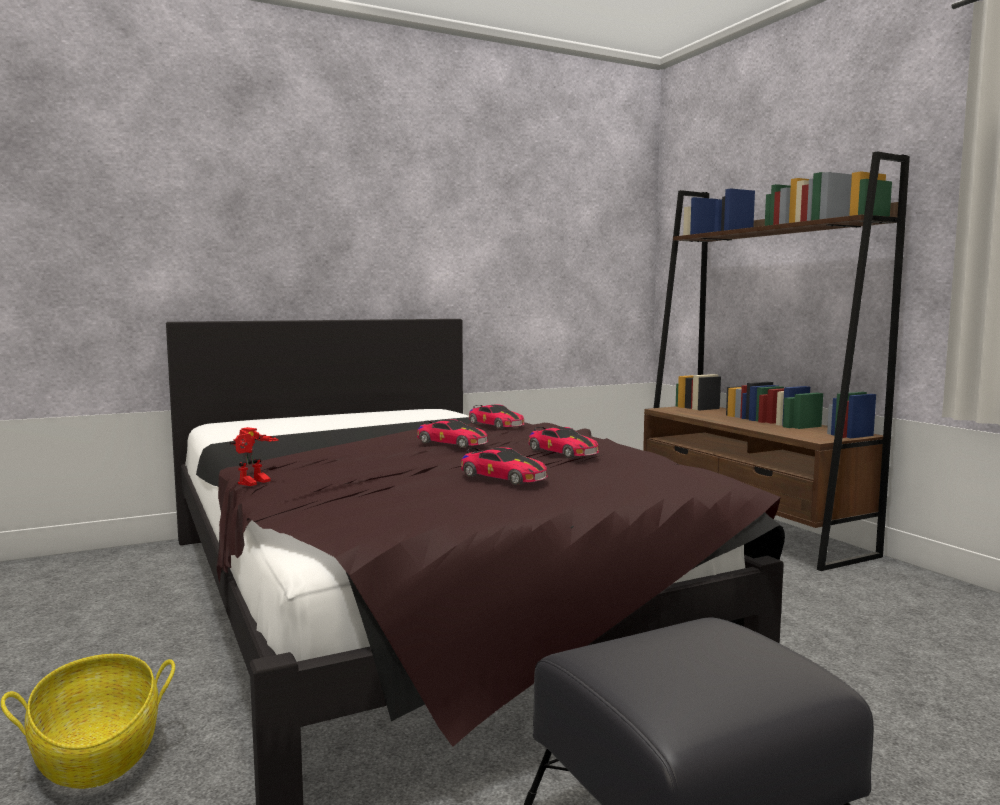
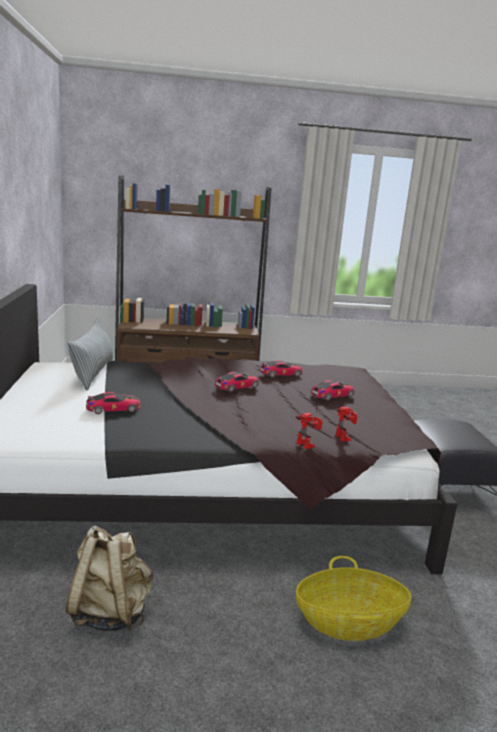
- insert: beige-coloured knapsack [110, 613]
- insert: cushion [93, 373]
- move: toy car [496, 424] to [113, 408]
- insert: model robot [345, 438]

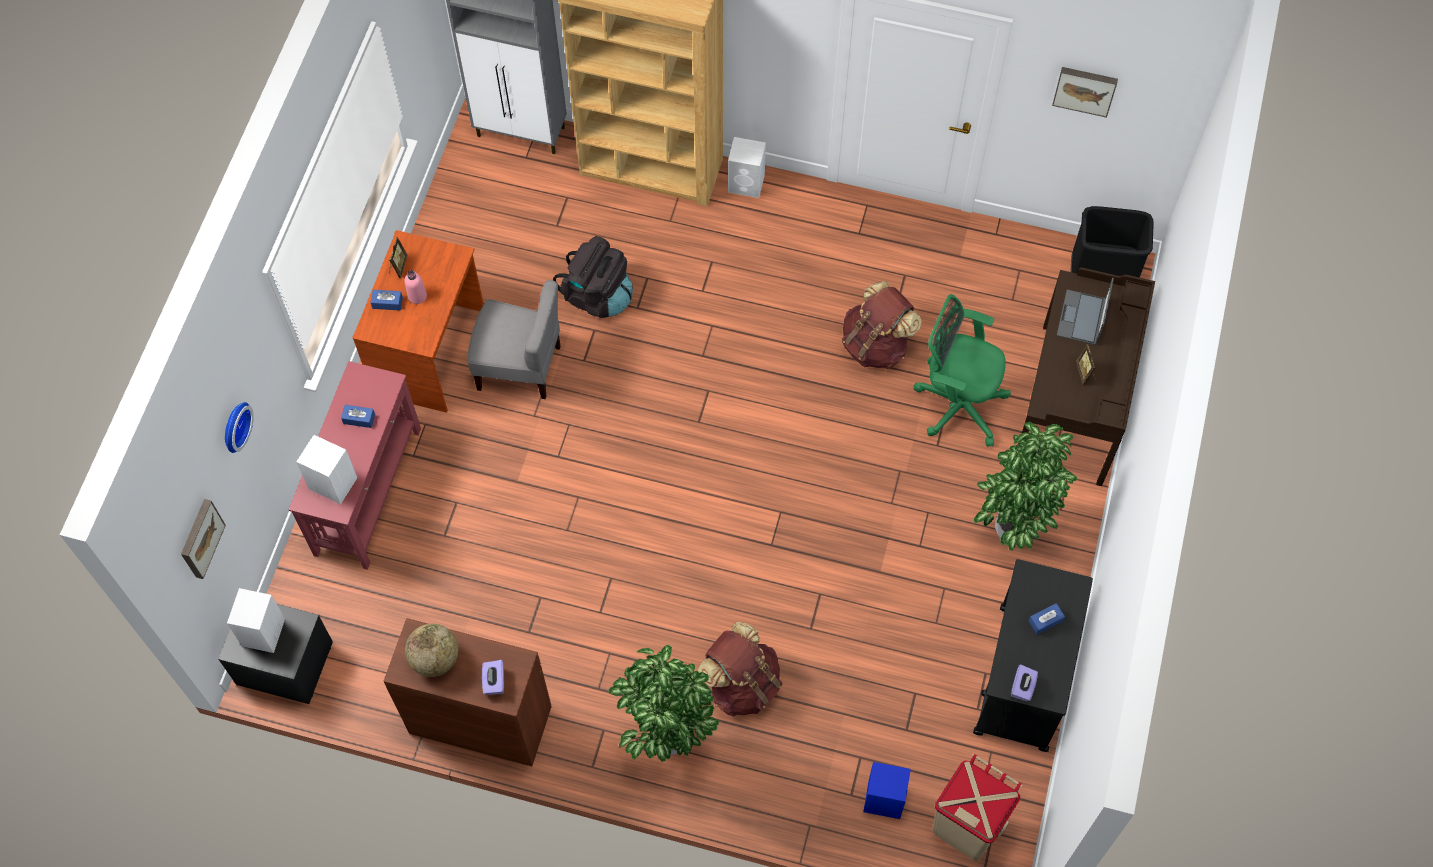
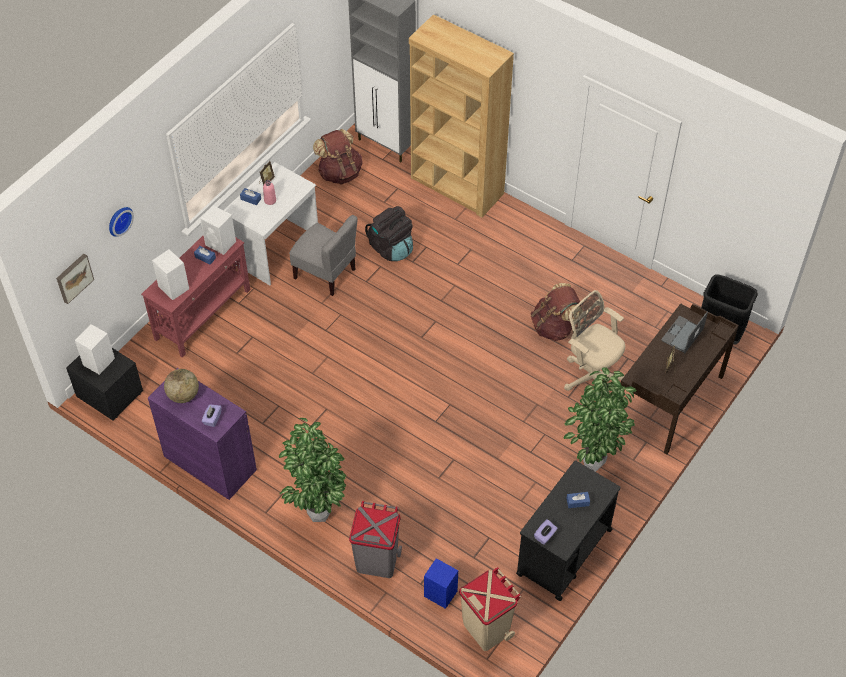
- recolor: brown-coloured storage cabinet [480, 720] to purplish storage cabinet [210, 463]
- move: white audio speaker [747, 183] to [221, 243]
- recolor: brown-coloured desk unit [431, 352] to white desk unit [275, 249]
- move: brown-coloured knapsack [742, 684] to [339, 173]
- insert: greyish trash can [377, 561]
- recolor: greenish office chair [956, 404] to beige-coloured office chair [591, 376]
- delete: picture [1085, 89]

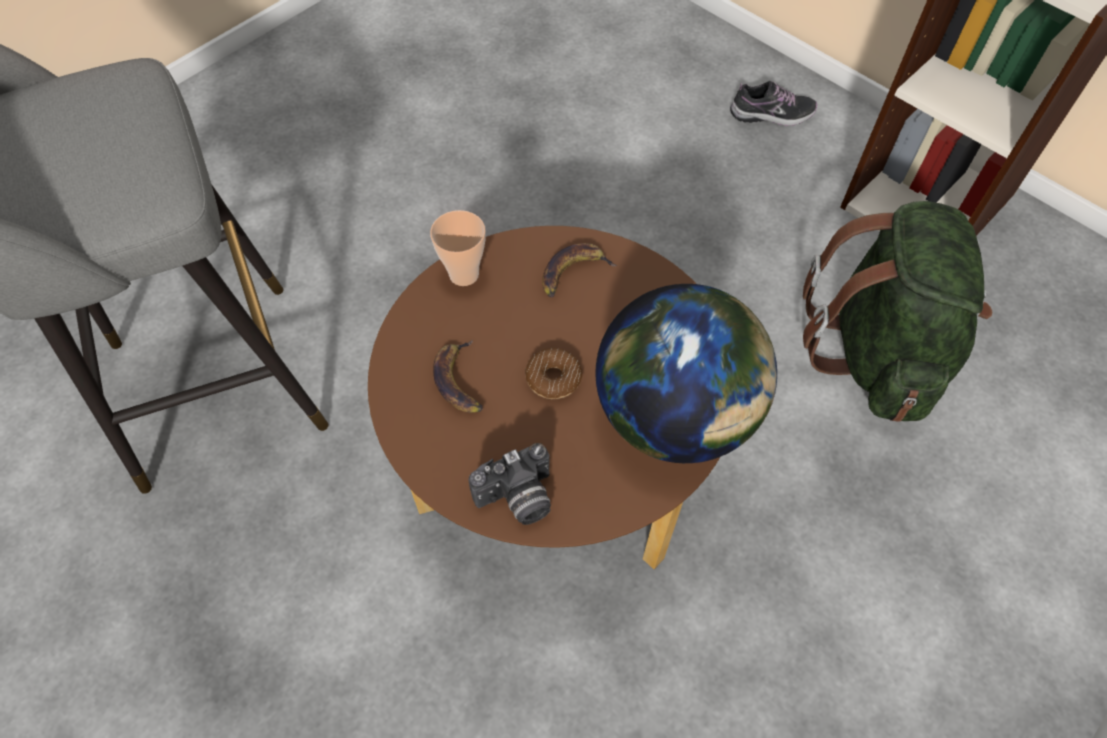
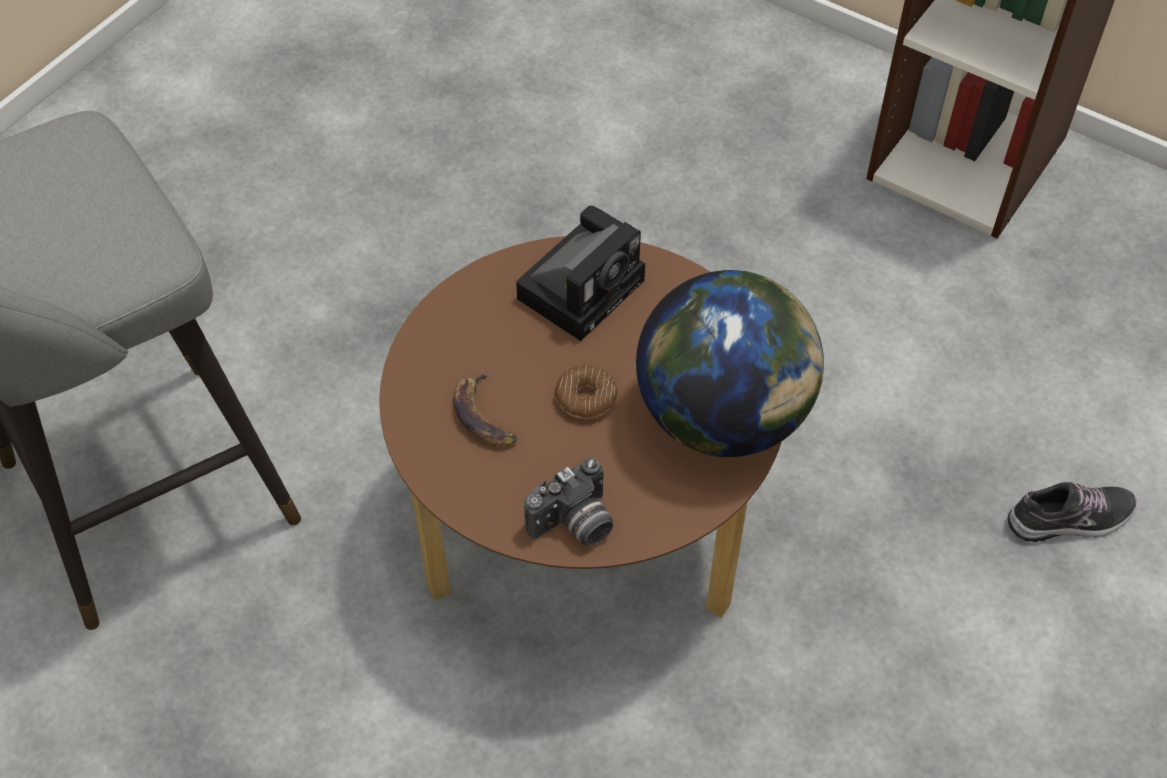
- replace: banana [573, 273] to still camera [583, 286]
- move: item of footwear [771, 114] to [1069, 519]
- delete: small cup [464, 274]
- delete: greenish knapsack [876, 352]

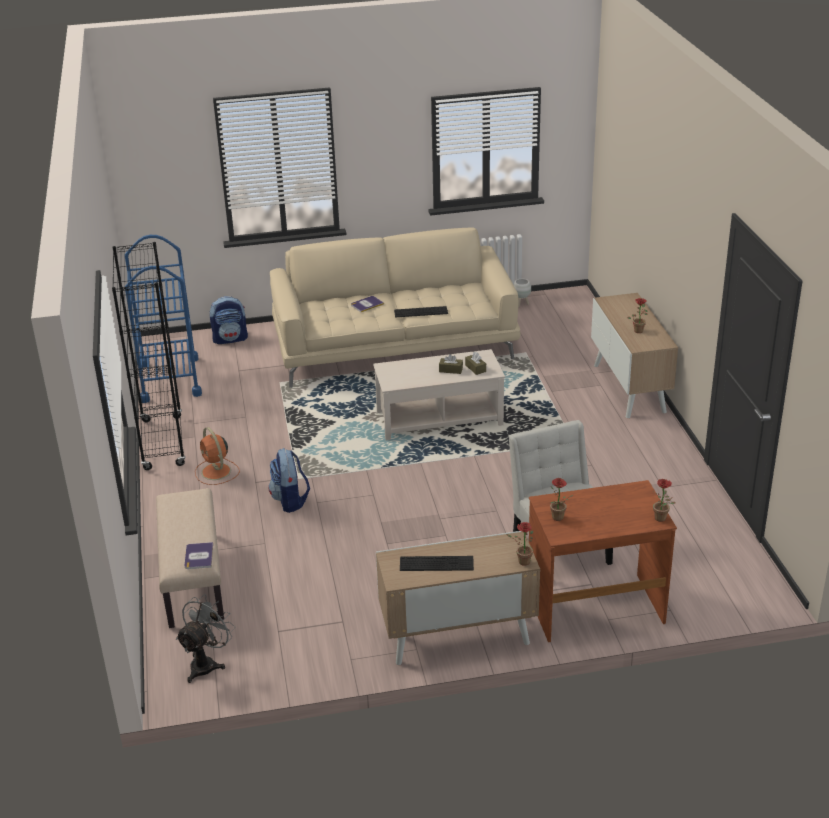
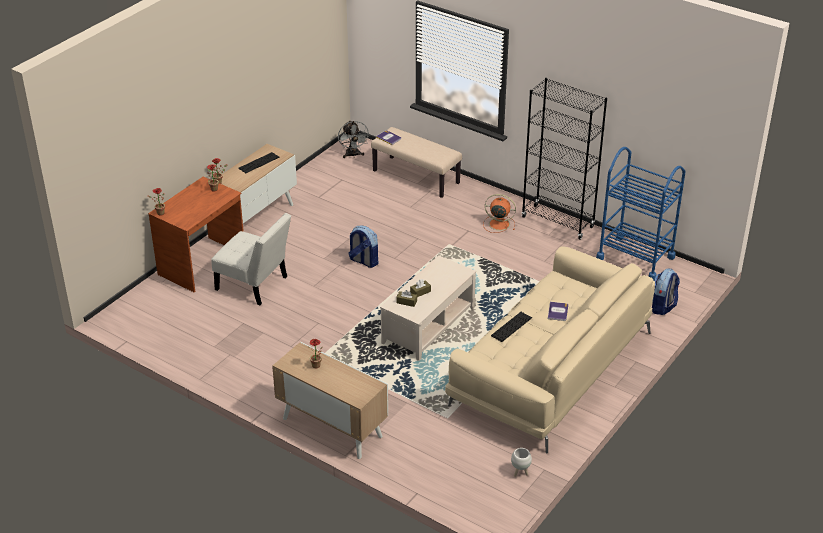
- move: knapsack [290, 501] to [363, 261]

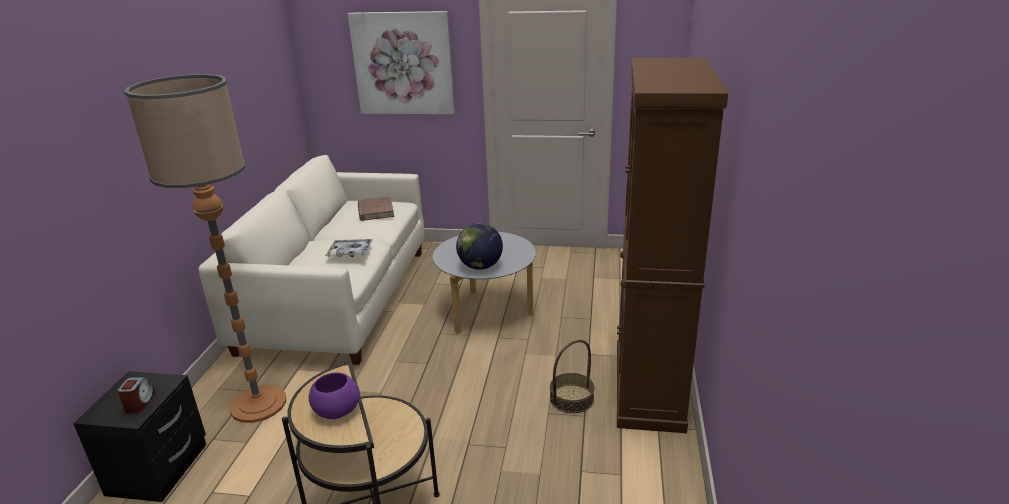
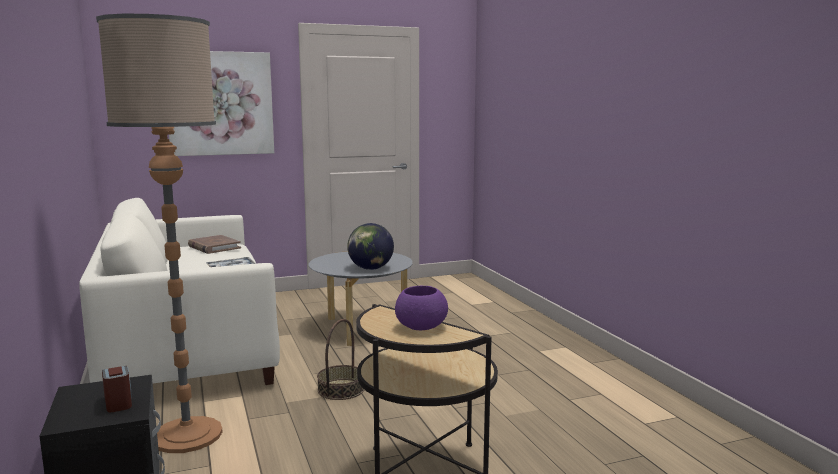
- move: household basket [571, 398] to [341, 389]
- delete: brown-coloured storage cabinet [648, 387]

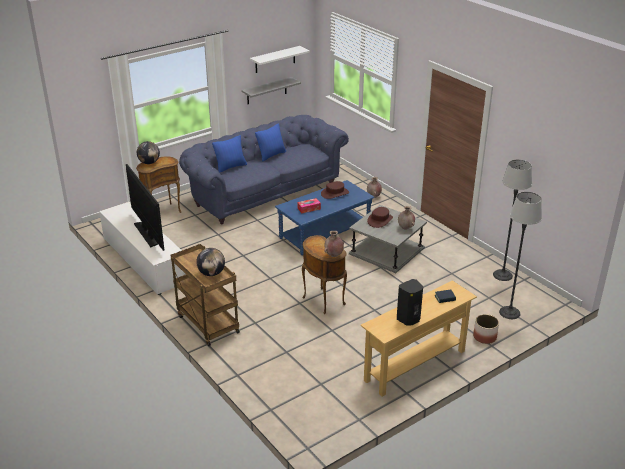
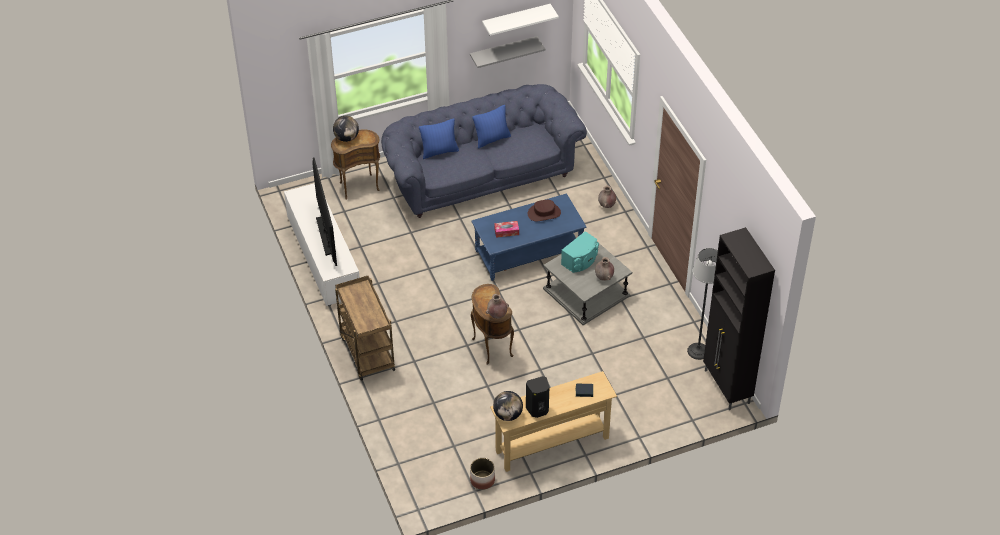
- move: flower pot [484, 337] to [482, 480]
- move: globe [211, 273] to [508, 415]
- replace: brown-coloured clothing hat [380, 220] to turquoise-coloured audio speaker [581, 260]
- insert: black-coloured storage cabinet [727, 387]
- delete: standing lamp [509, 312]

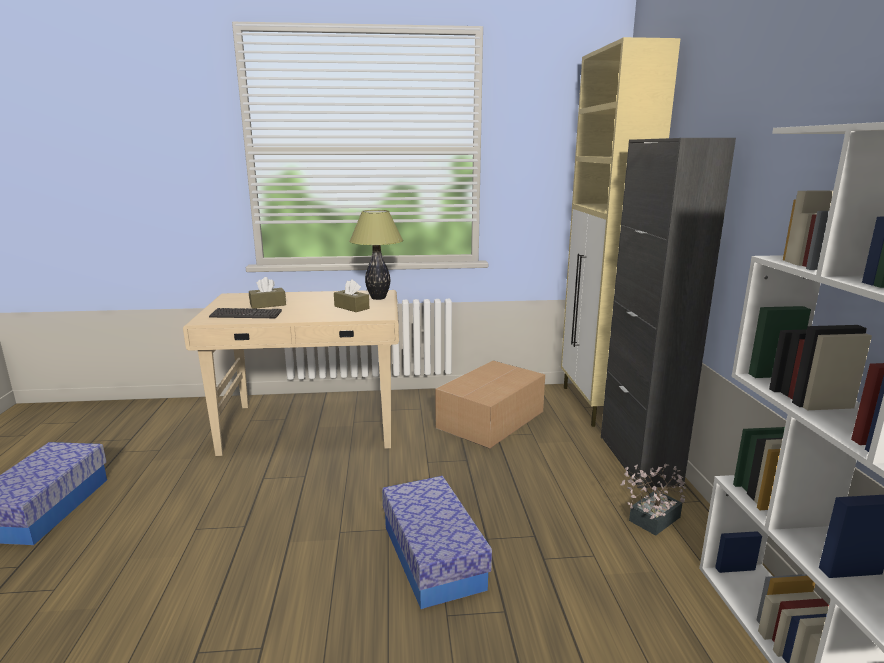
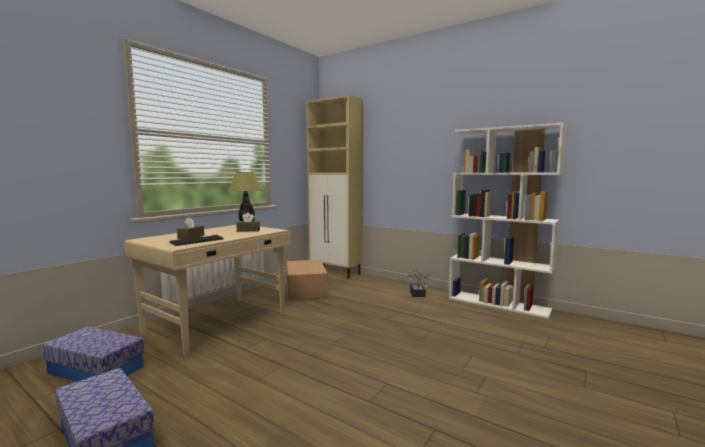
- move: storage container [432, 556] to [96, 370]
- delete: black-coloured storage cabinet [638, 459]

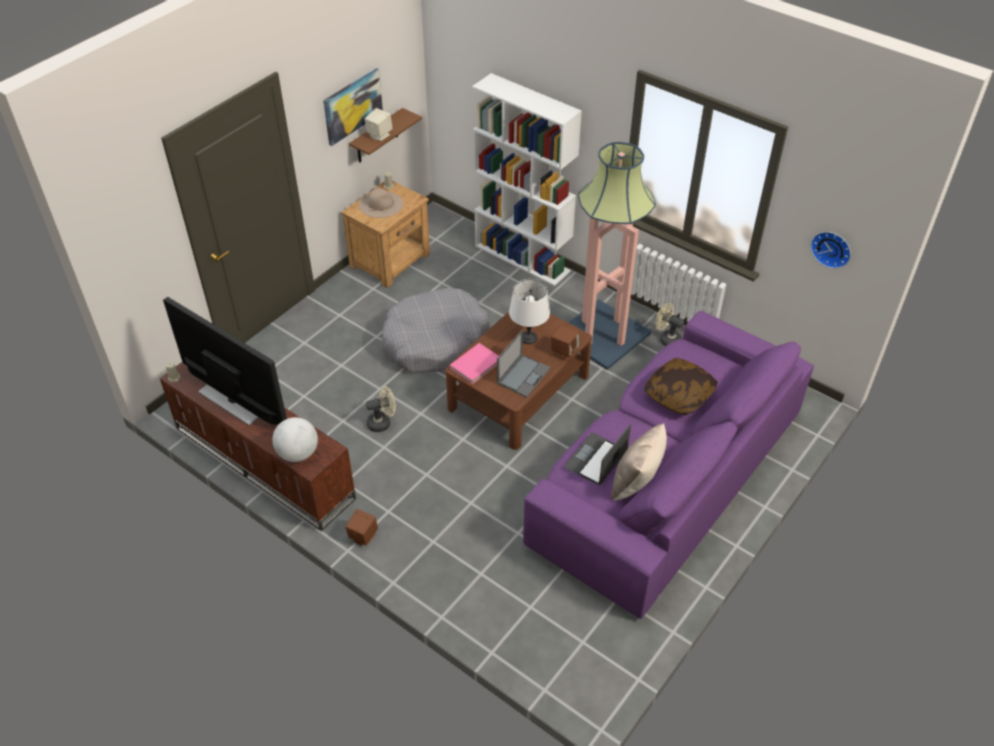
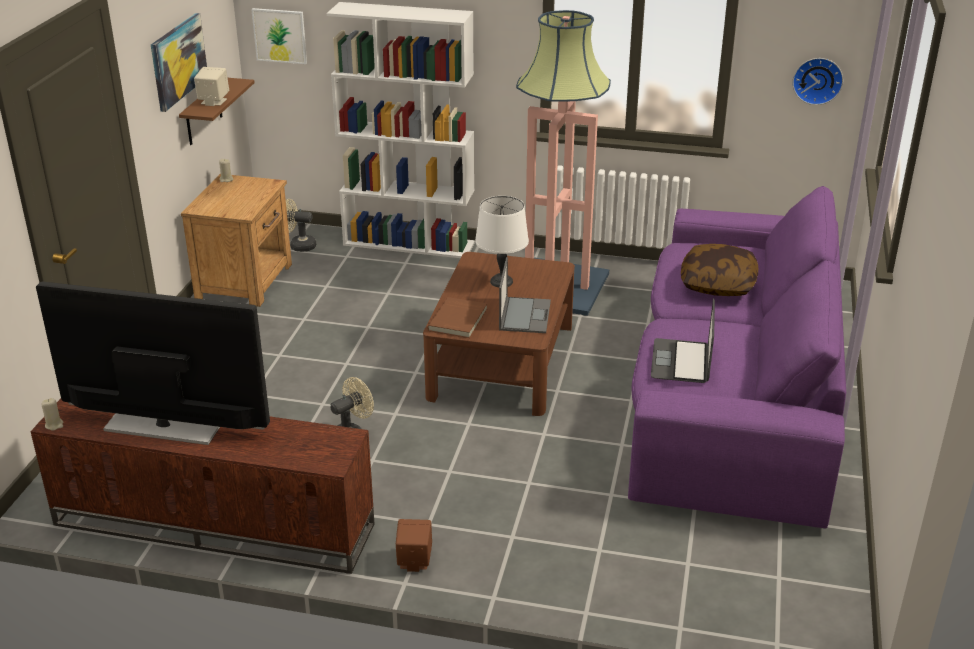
- insert: picture [280, 35]
- move: beige-coloured electric fan [667, 339] to [298, 246]
- recolor: pink-coloured bound book [476, 365] to brown-coloured bound book [459, 320]
- delete: globe [298, 453]
- delete: beige-coloured clothing hat [381, 204]
- delete: greyish dog bed [435, 341]
- delete: brown-coloured audio speaker [564, 351]
- delete: beige-coloured cushion [636, 482]

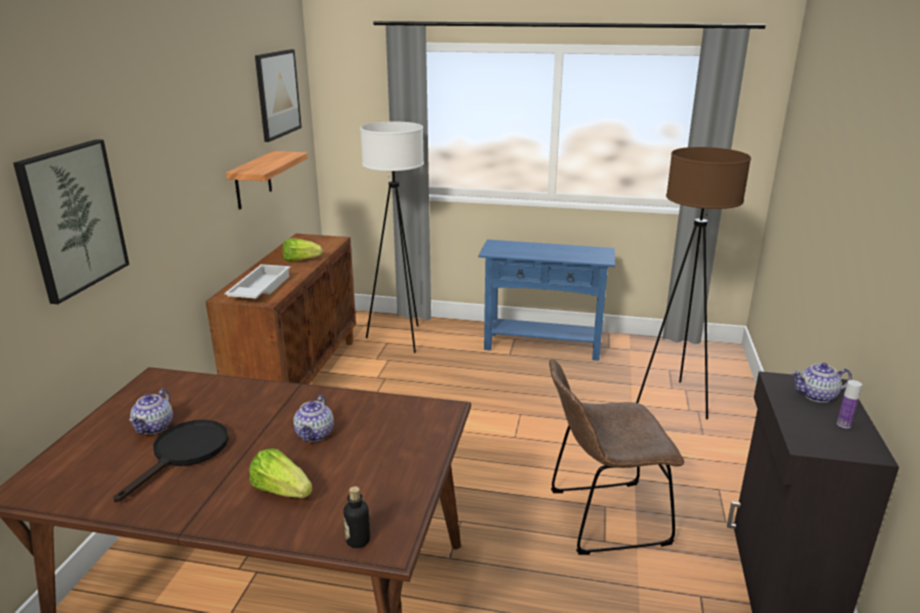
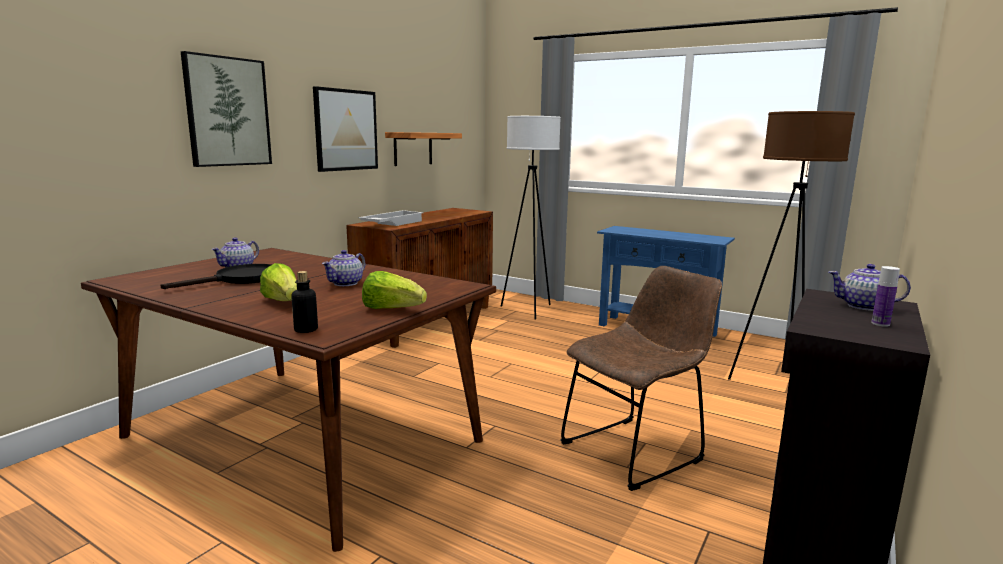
- move: picture [277, 94] to [346, 130]
- move: lettuce [300, 260] to [392, 309]
- rotate: brown-coloured upright chair [602, 518] = [636, 450] 135 degrees clockwise

